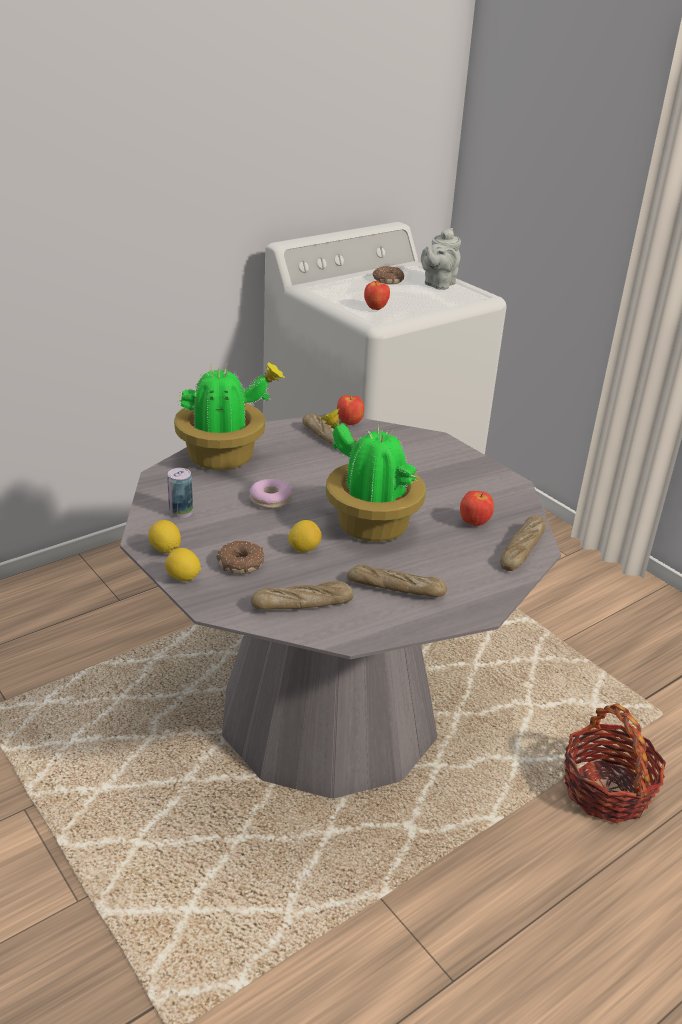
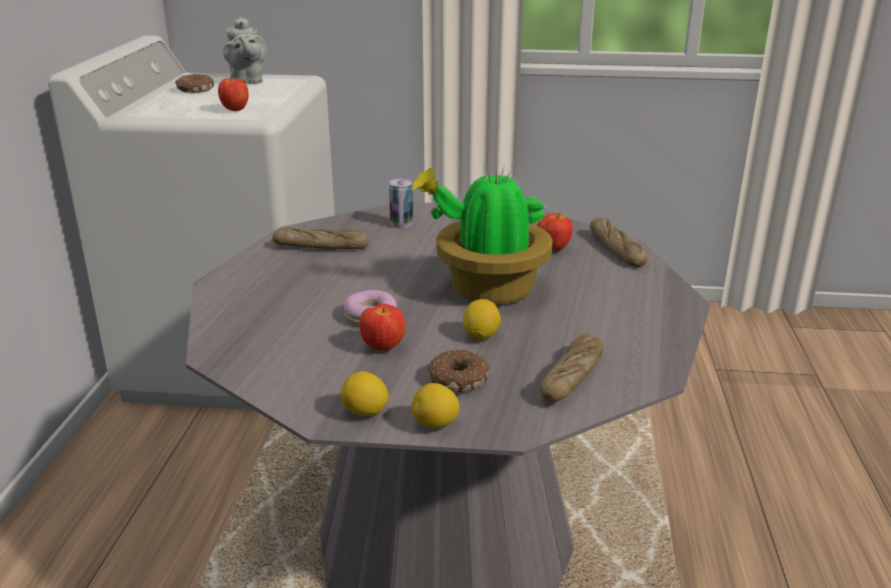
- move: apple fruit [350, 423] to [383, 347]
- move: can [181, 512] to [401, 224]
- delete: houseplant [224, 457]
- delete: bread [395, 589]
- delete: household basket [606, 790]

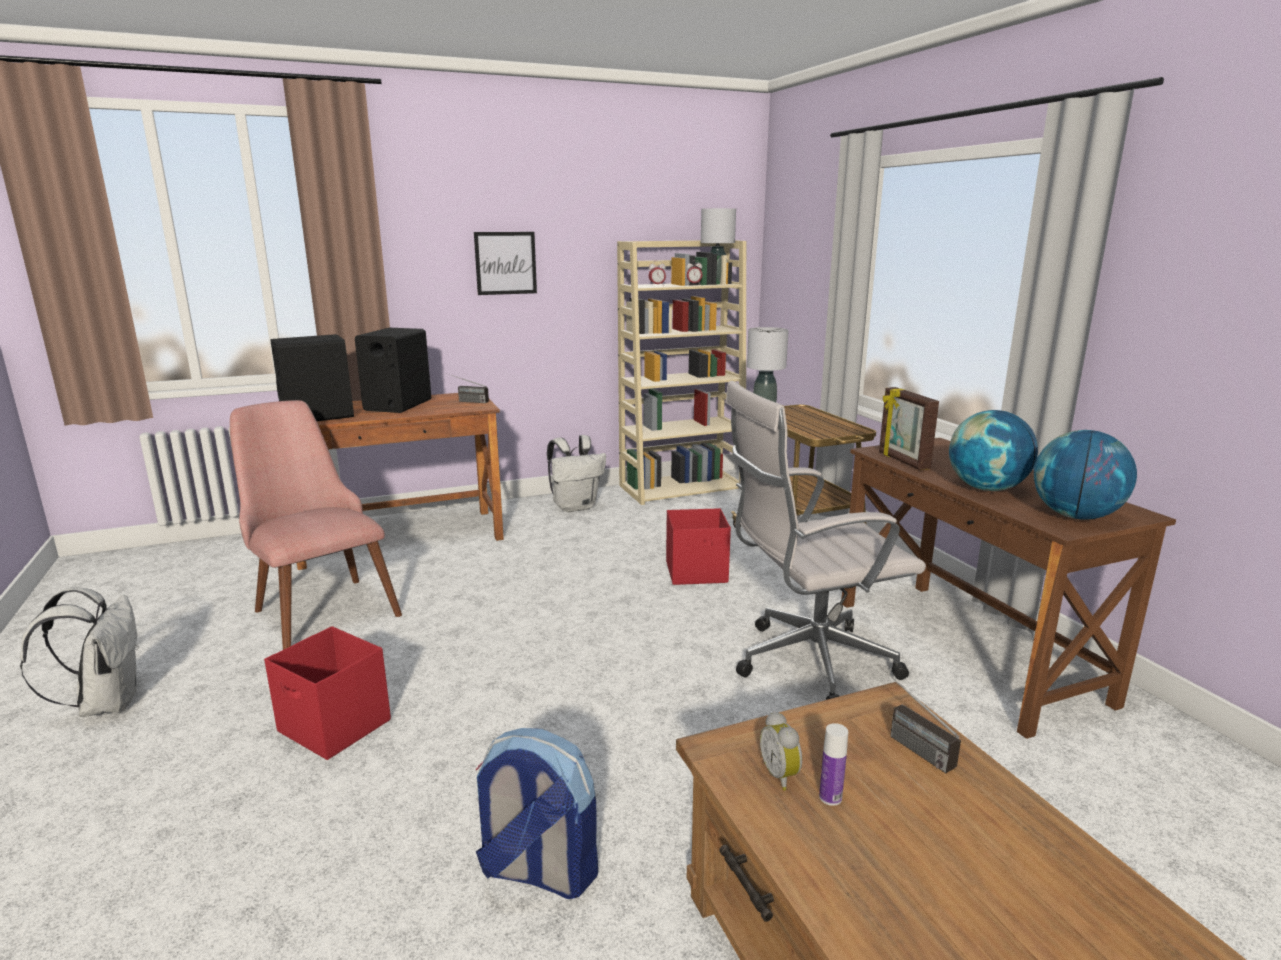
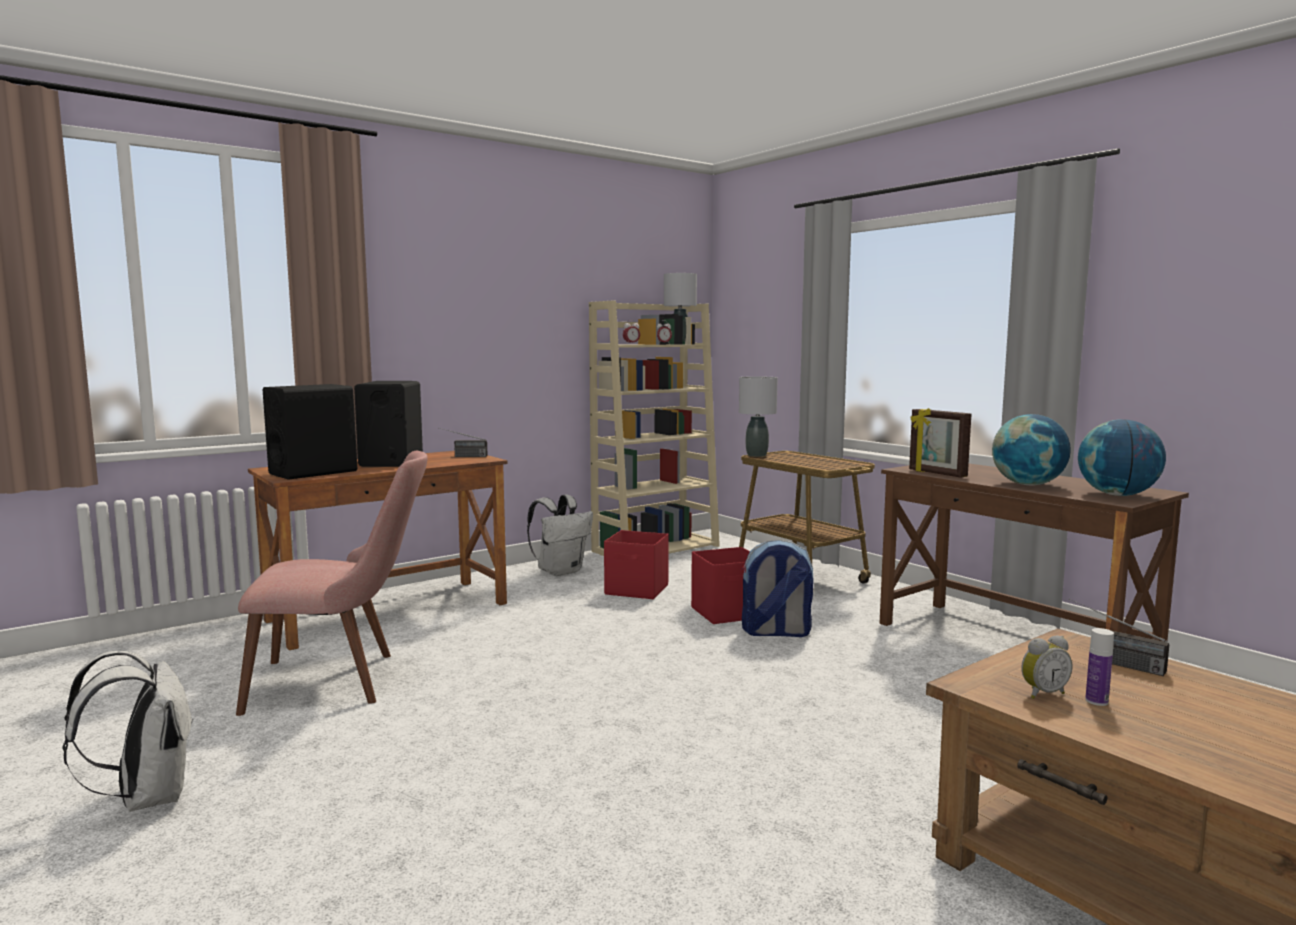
- rotate: pink-coloured upright chair [318, 606] = [343, 679] 135 degrees clockwise
- move: reddish storage container [335, 727] to [637, 590]
- move: knapsack [537, 872] to [775, 632]
- rotate: alarm clock [781, 775] = [1042, 693] 75 degrees counterclockwise
- delete: picture [505, 263]
- delete: white office chair [807, 664]

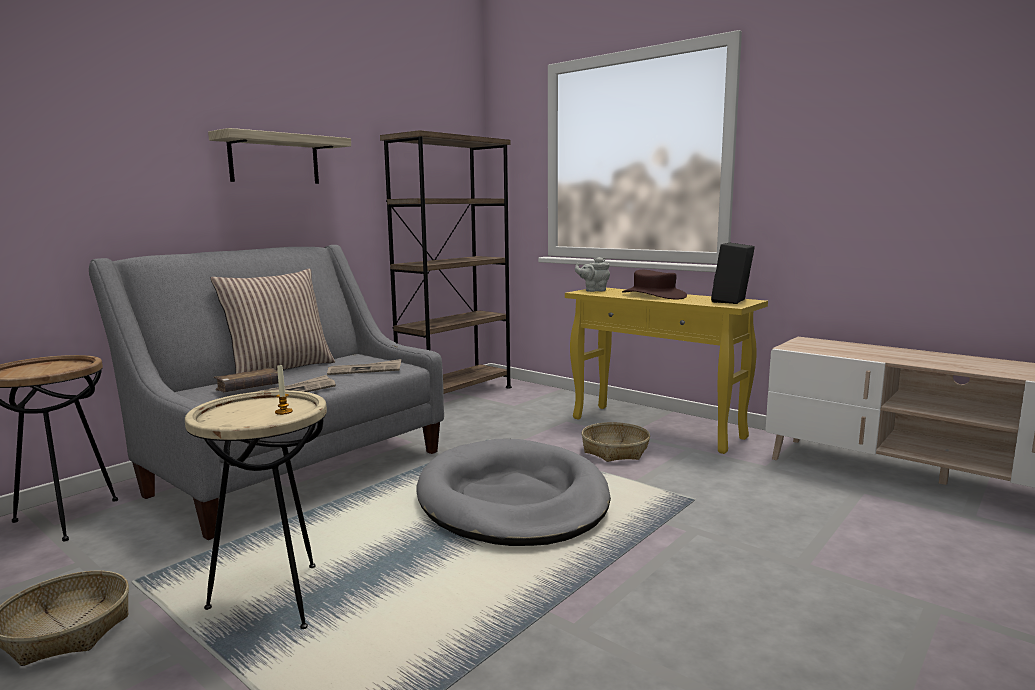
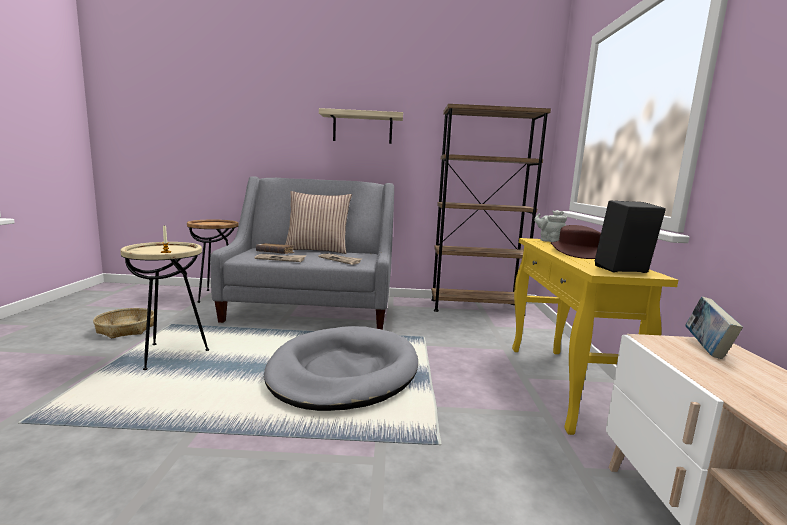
- insert: bound book [706, 348]
- delete: household basket [615, 450]

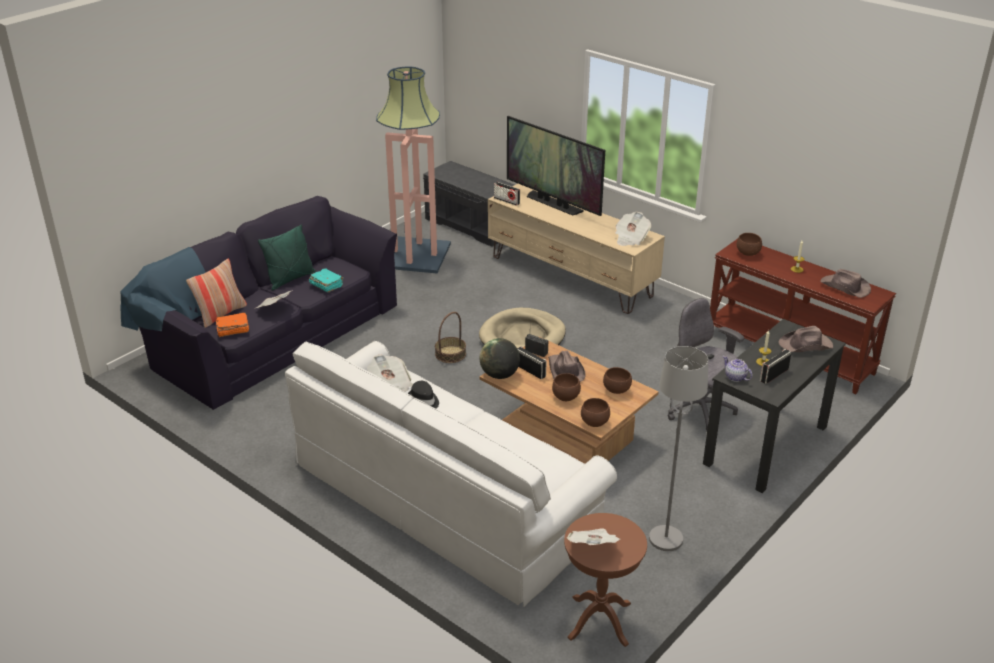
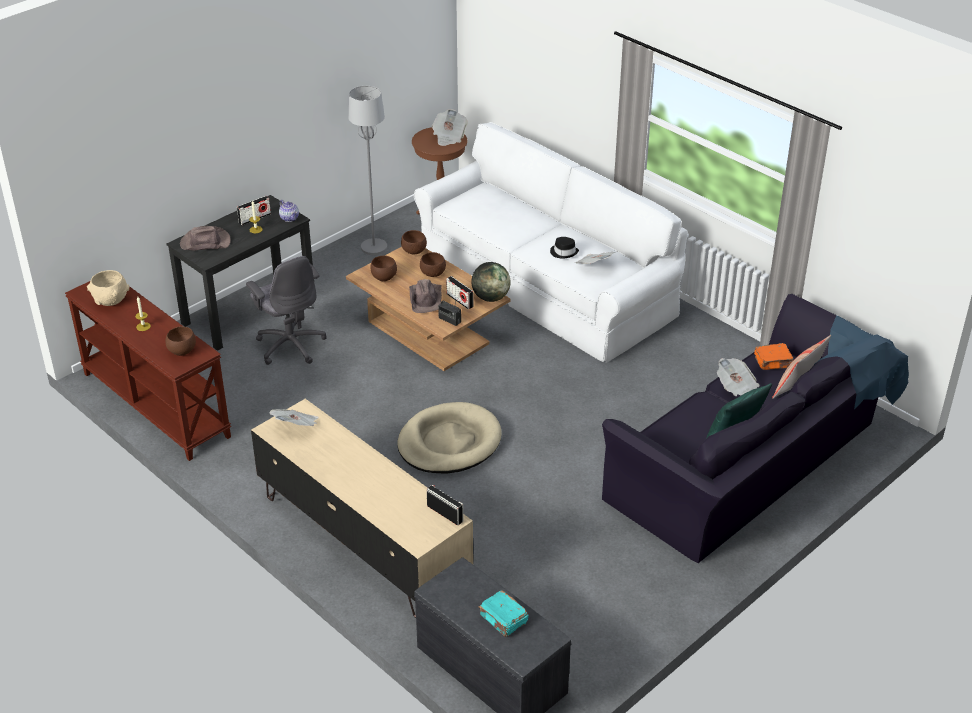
- replace: brown-coloured clothing hat [845, 287] to beige-coloured bowl [111, 301]
- move: turquoise-coloured bound book [326, 285] to [503, 619]
- delete: standing lamp [415, 255]
- delete: household basket [450, 354]
- delete: TV set [553, 203]

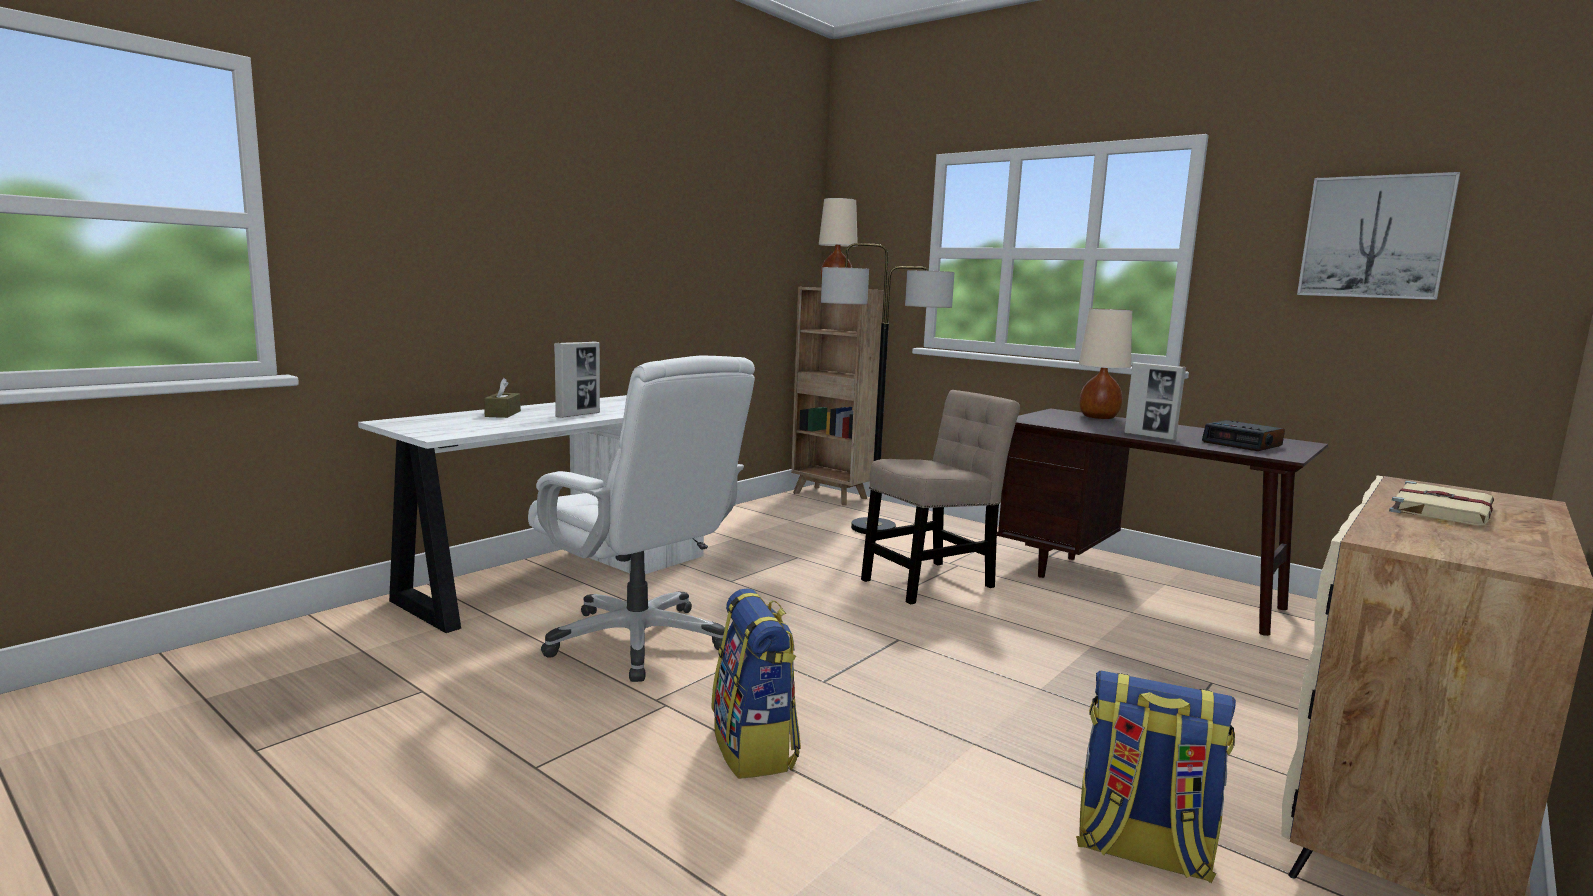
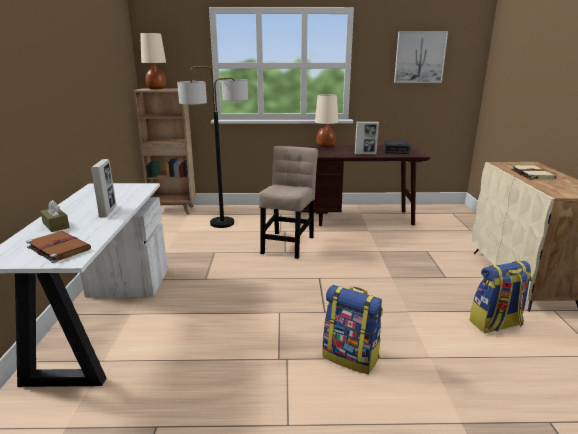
- insert: brown-coloured bound book [58, 248]
- delete: white office chair [639, 641]

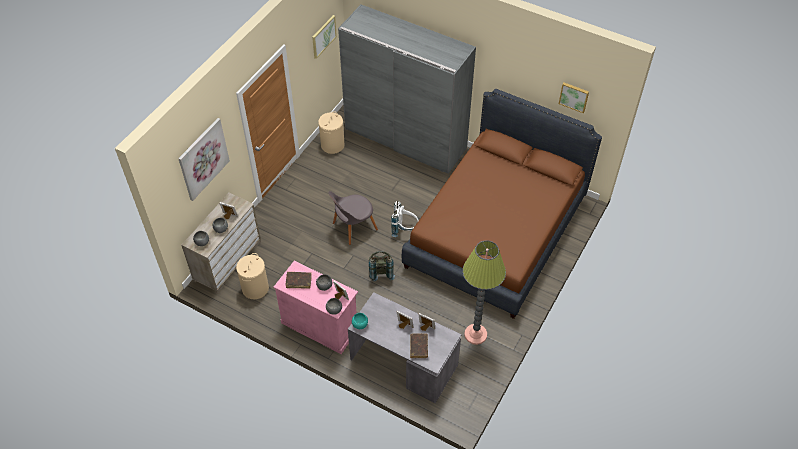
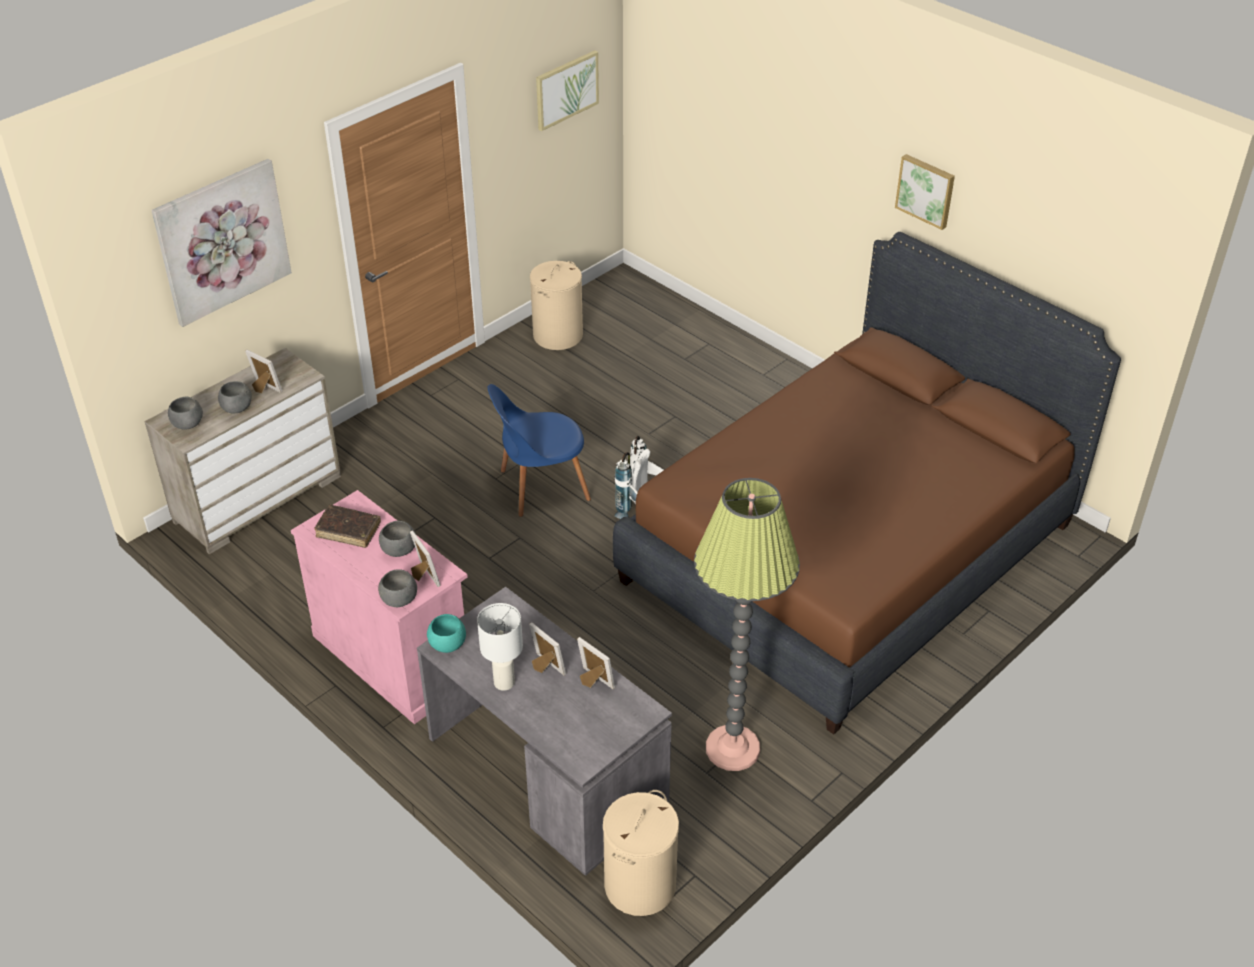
- insert: white tabletop lamp [504, 683]
- recolor: greyish upright chair [353, 227] to blue-coloured upright chair [540, 486]
- move: beige-coloured hamper [255, 288] to [640, 884]
- move: picture [574, 96] to [926, 190]
- delete: greyish armoire [405, 139]
- delete: greyish knapsack [380, 271]
- delete: brown-coloured bound book [418, 347]

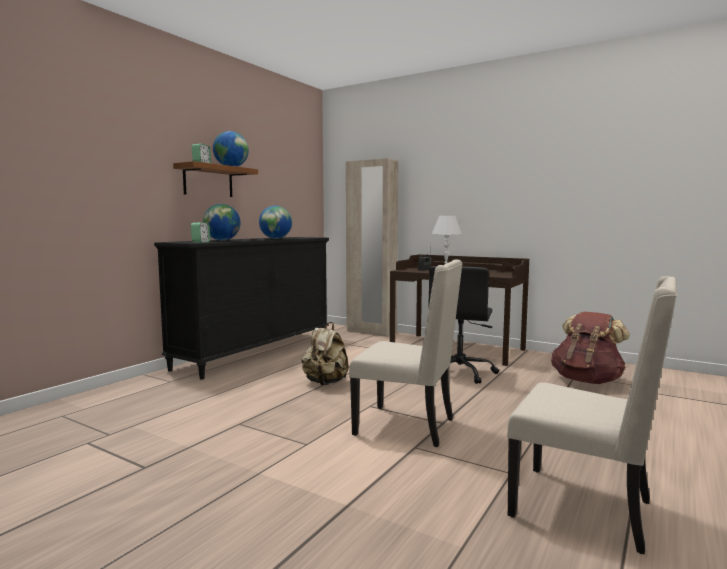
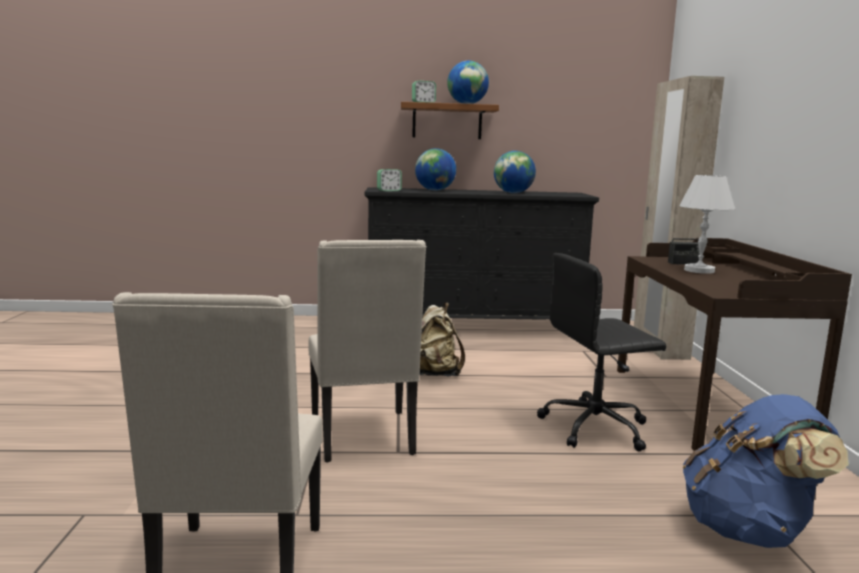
- recolor: brown-coloured knapsack [587, 381] to blue-coloured knapsack [749, 530]

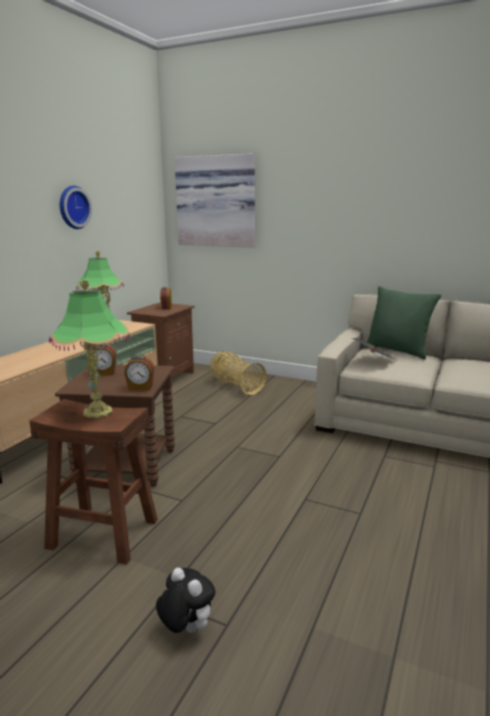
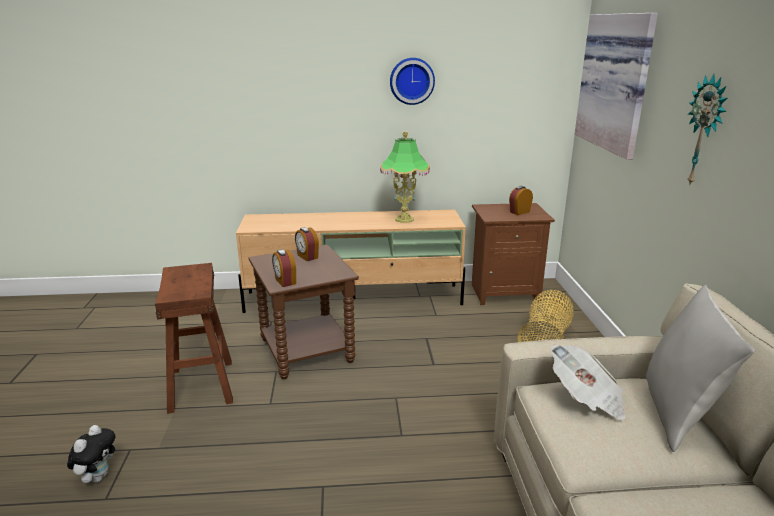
- recolor: greenish cushion [398, 351] to greyish cushion [677, 413]
- insert: hanging clock [705, 131]
- delete: tabletop lamp [98, 412]

